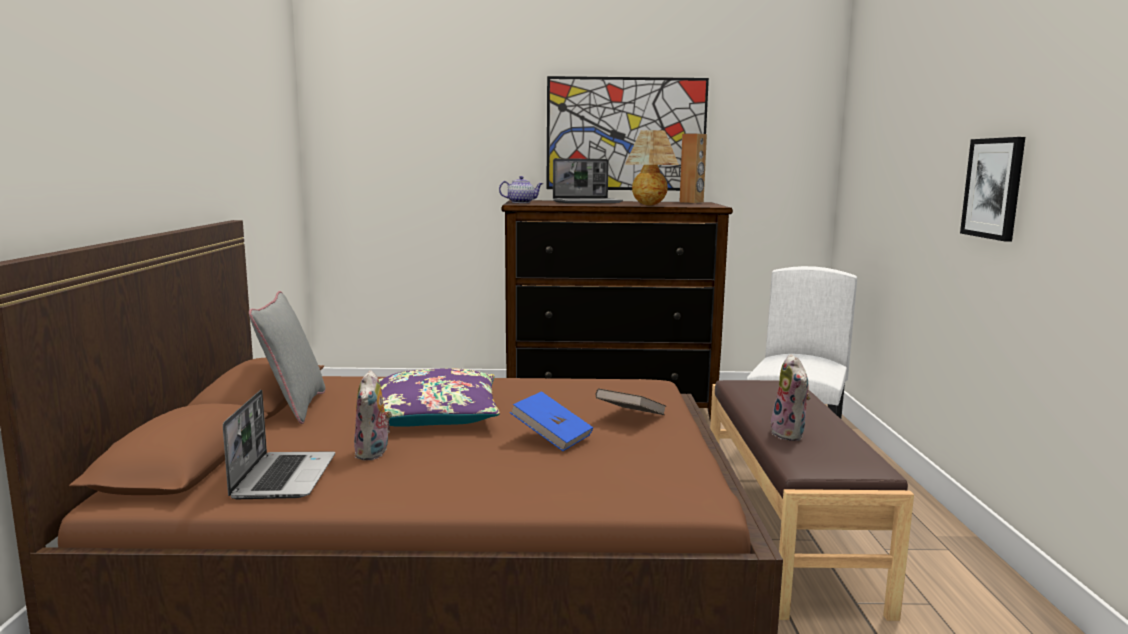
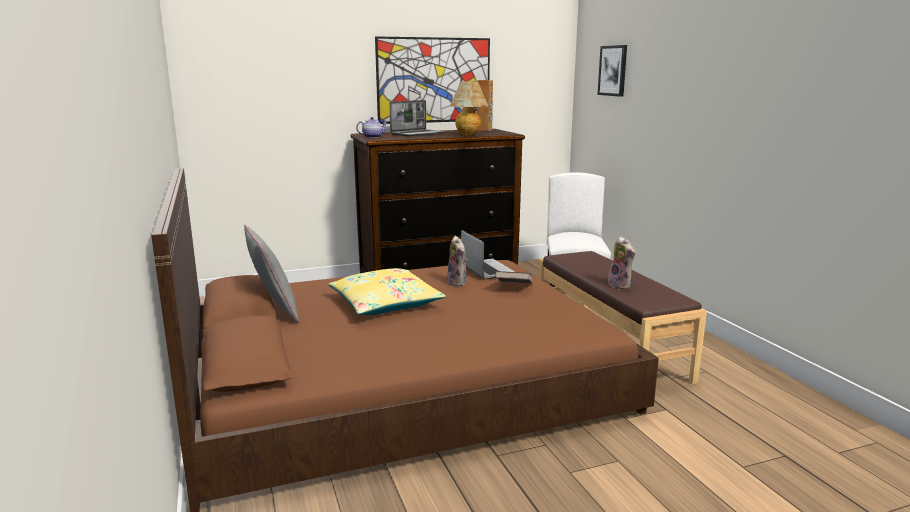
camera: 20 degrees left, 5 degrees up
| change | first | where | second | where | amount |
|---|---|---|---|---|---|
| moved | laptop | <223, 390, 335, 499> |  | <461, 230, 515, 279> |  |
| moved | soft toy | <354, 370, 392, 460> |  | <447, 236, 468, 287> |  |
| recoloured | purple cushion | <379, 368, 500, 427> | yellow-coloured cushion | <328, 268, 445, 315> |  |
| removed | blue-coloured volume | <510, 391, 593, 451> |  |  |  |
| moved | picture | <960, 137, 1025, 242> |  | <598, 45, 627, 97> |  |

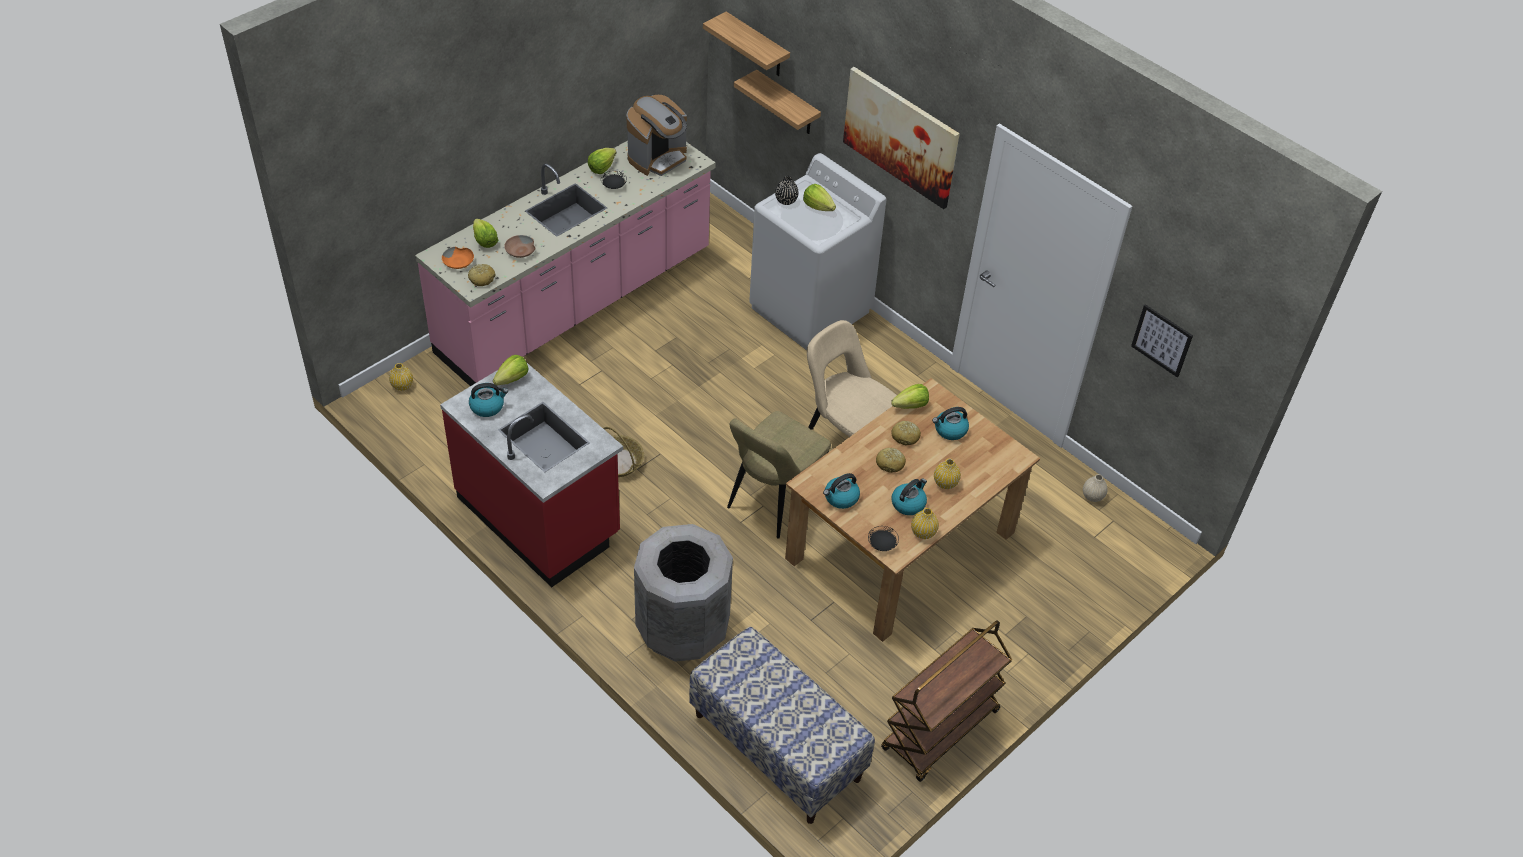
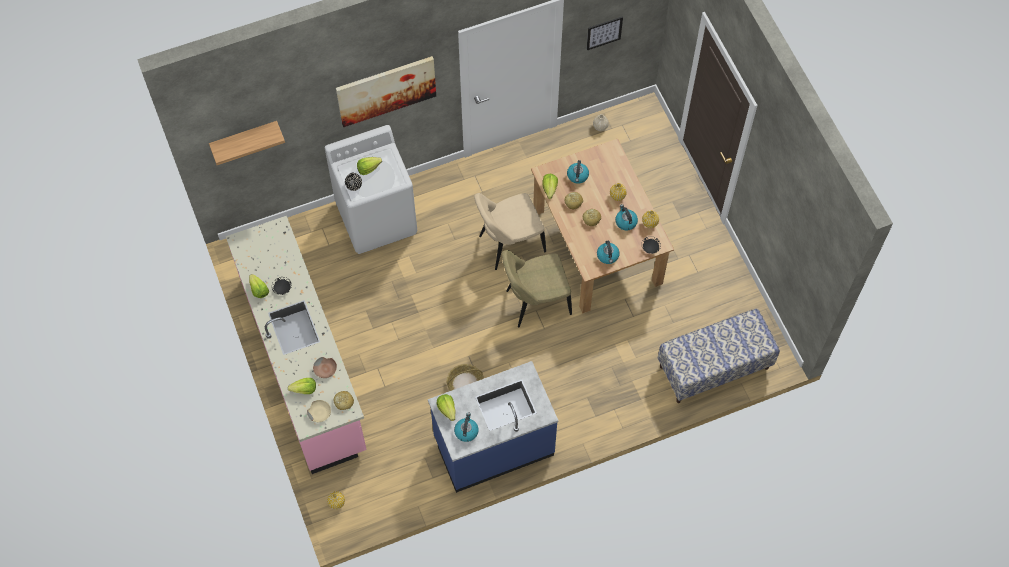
camera: 65 degrees left, 15 degrees up
| change | first | where | second | where | amount |
|---|---|---|---|---|---|
| recoloured | red-coloured kitchen counter | <440, 363, 623, 587> | blue-coloured kitchen counter | <428, 361, 559, 493> |  |
| recoloured | orangey bowl | <442, 247, 474, 269> | beige-coloured bowl | <307, 400, 331, 422> |  |
| removed | coffee brewer | <626, 95, 687, 176> |  |  |  |
| removed | greyish rubbish bin | <634, 524, 733, 662> |  |  |  |
| turned | beige-coloured chair | <727, 411, 831, 539> |  | <502, 250, 572, 328> | 105 degrees clockwise |
| removed | bracket shelf | <734, 70, 821, 134> |  |  |  |
| removed | brown trolley | <881, 620, 1012, 782> |  |  |  |

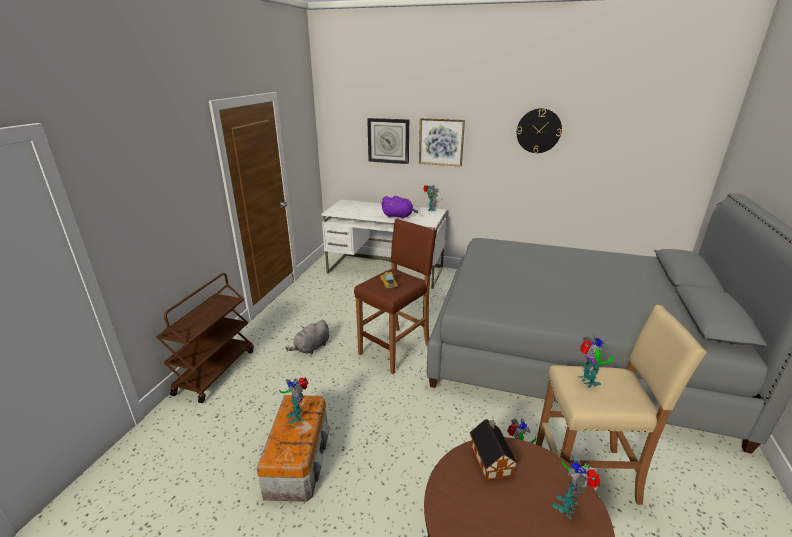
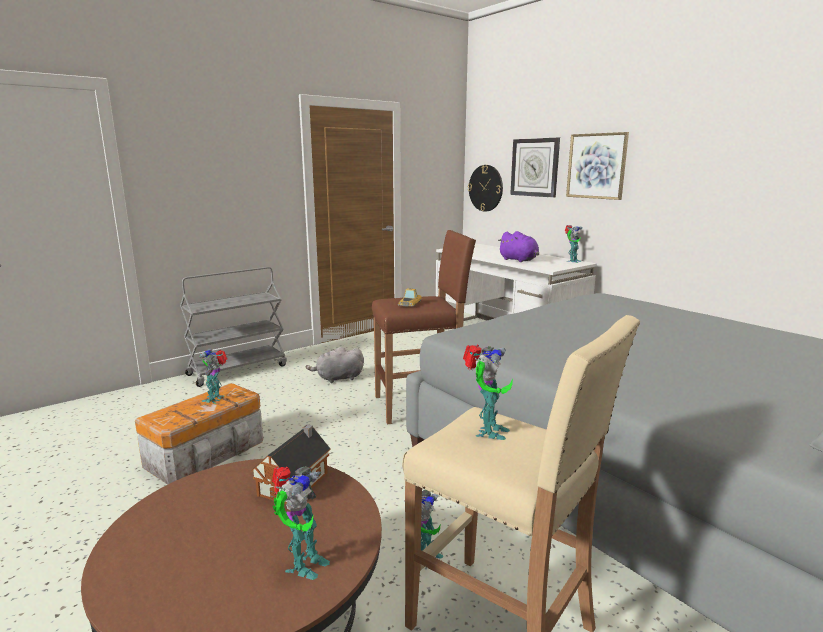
camera: 35 degrees right, 10 degrees down
| change | first | where | second | where | amount |
|---|---|---|---|---|---|
| recoloured | brown trolley | <156, 273, 254, 403> | greyish trolley | <180, 267, 287, 387> |  |
| moved | hanging clock | <517, 108, 562, 153> |  | <468, 165, 503, 212> |  |
| turned | model robot | <552, 456, 600, 519> |  | <272, 466, 330, 580> | 135 degrees clockwise |

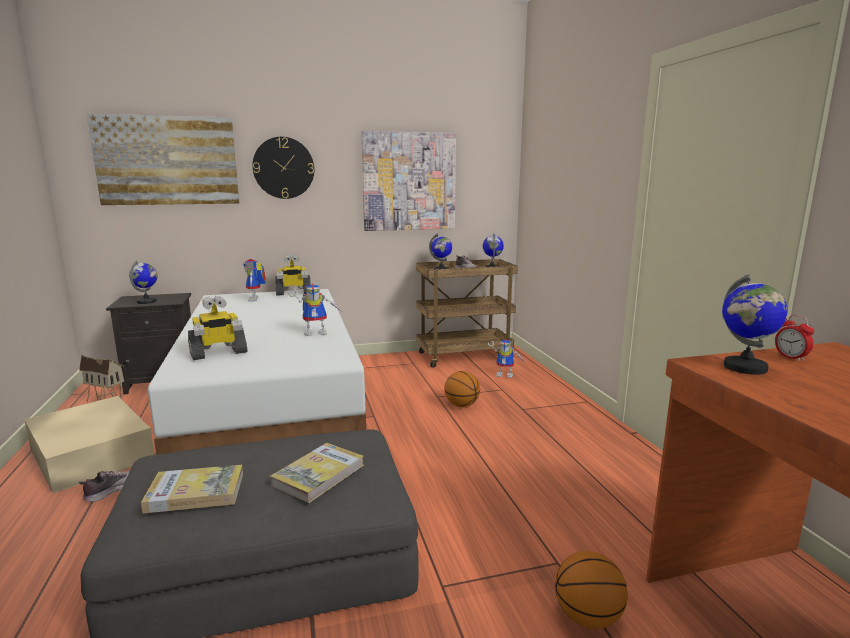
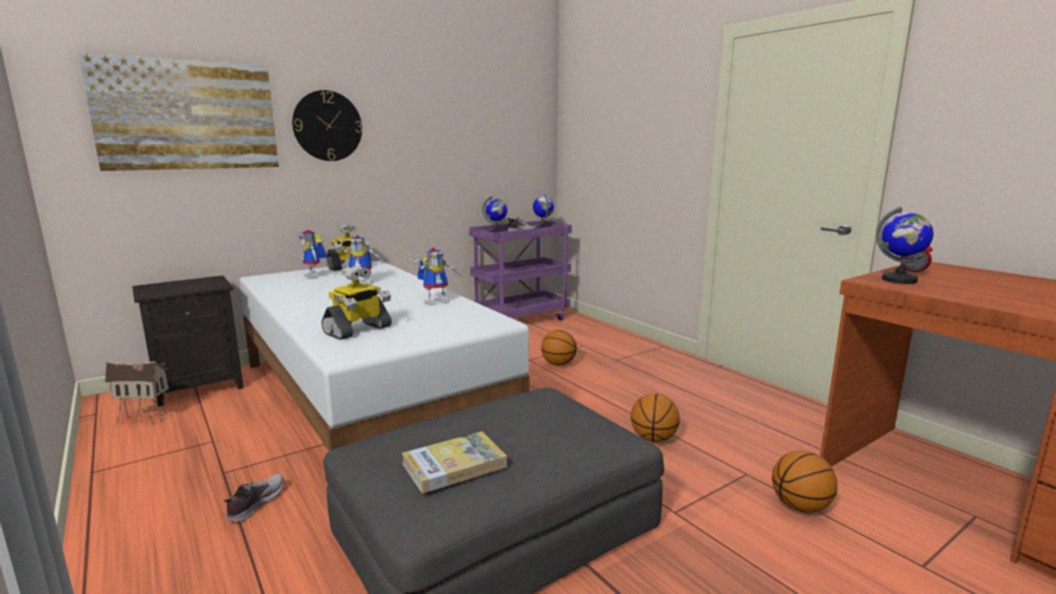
camera: 20 degrees left, 0 degrees up
| change | first | where | second | where | amount |
|---|---|---|---|---|---|
| removed | beige-coloured storage bin | <24, 396, 154, 493> |  |  |  |
| removed | desk globe | <129, 261, 158, 304> |  |  |  |
| removed | volume | <270, 443, 364, 503> |  |  |  |
| removed | picture | <361, 131, 456, 231> |  |  |  |
| recoloured | brown trolley | <416, 259, 518, 368> | purple trolley | <469, 220, 572, 321> |  |
| moved | model robot | <488, 339, 527, 378> |  | <334, 235, 385, 285> |  |
| added |  |  | ball for basketball | <631, 393, 680, 442> |  |

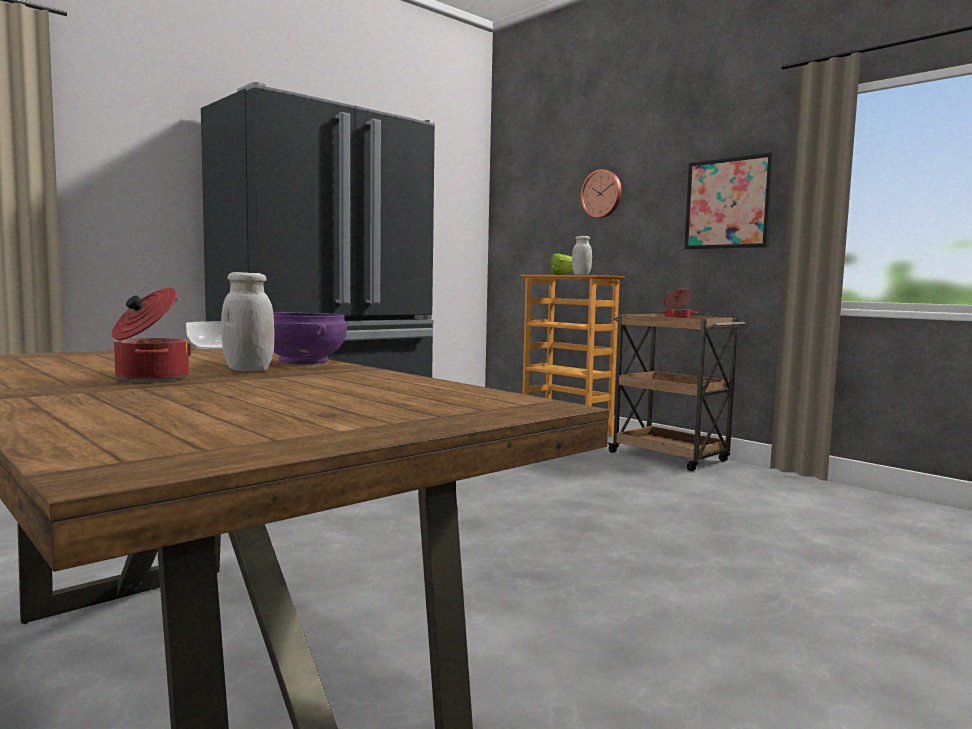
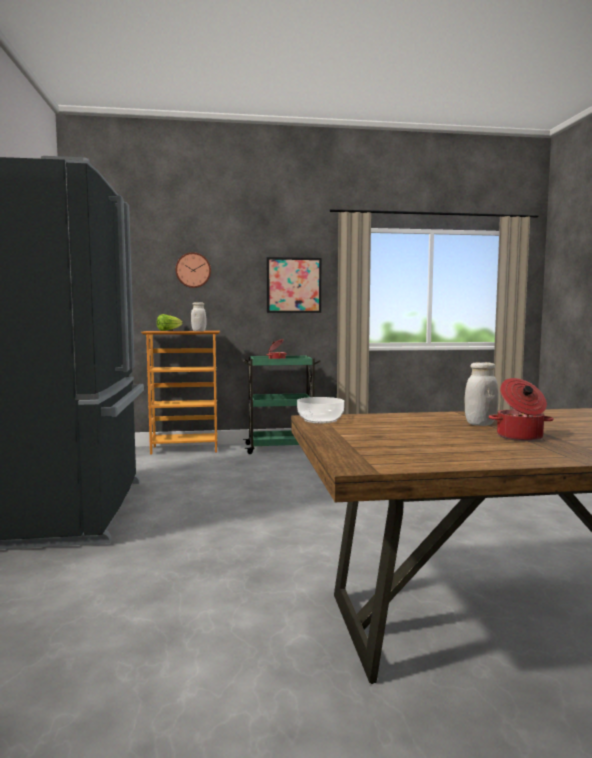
camera: 55 degrees left, 0 degrees up
| change | first | where | second | where | amount |
|---|---|---|---|---|---|
| removed | purple bowl | <273, 312, 347, 364> |  |  |  |
| recoloured | brown trolley | <607, 314, 745, 471> | green trolley | <242, 355, 321, 454> |  |

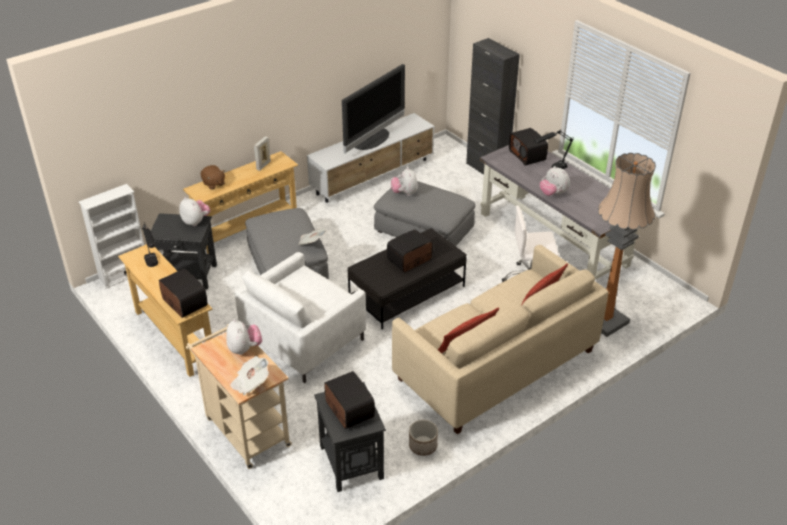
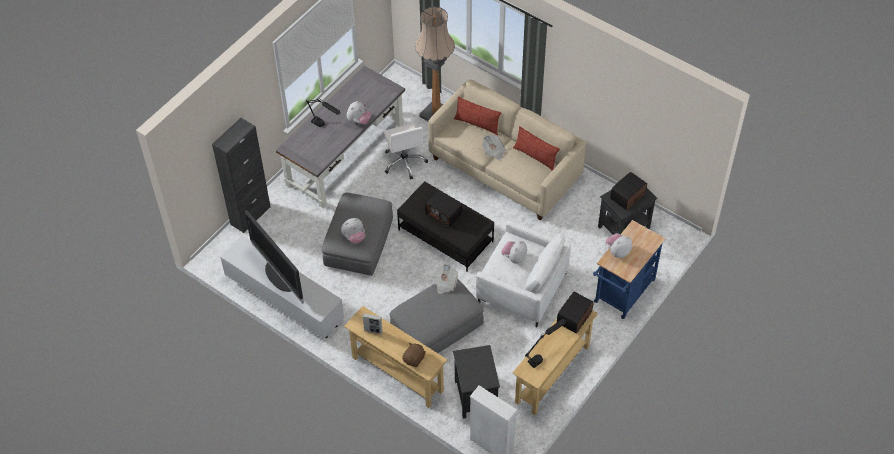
camera: 105 degrees left, 15 degrees up
| change | first | where | second | where | amount |
|---|---|---|---|---|---|
| moved | soft toy | <179, 197, 210, 226> |  | <501, 241, 527, 264> |  |
| recoloured | beige-coloured trolley | <186, 324, 292, 469> | blue-coloured trolley | <593, 220, 666, 319> |  |
| moved | newspaper | <230, 356, 269, 396> |  | <482, 135, 506, 161> |  |
| turned | TV | <342, 64, 405, 154> |  | <244, 210, 304, 304> | 150 degrees counterclockwise |
| removed | flower pot | <409, 420, 438, 456> |  |  |  |
| removed | radio set | <509, 128, 548, 166> |  |  |  |

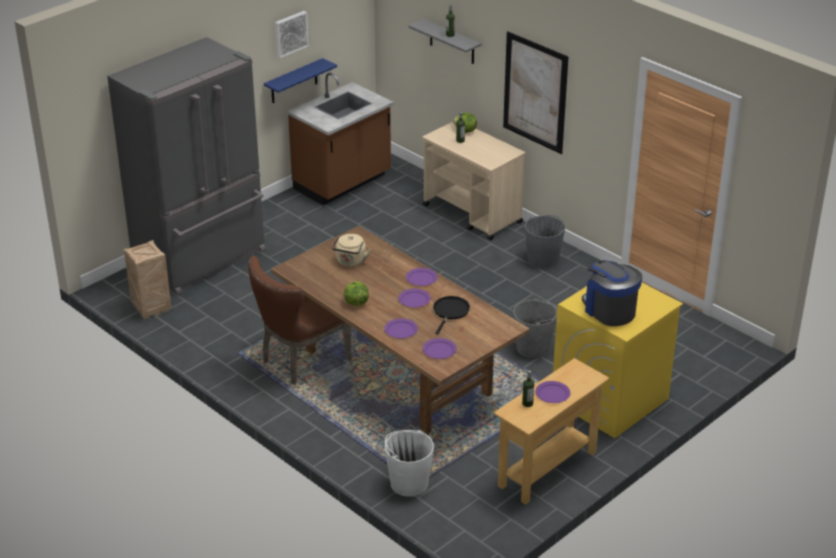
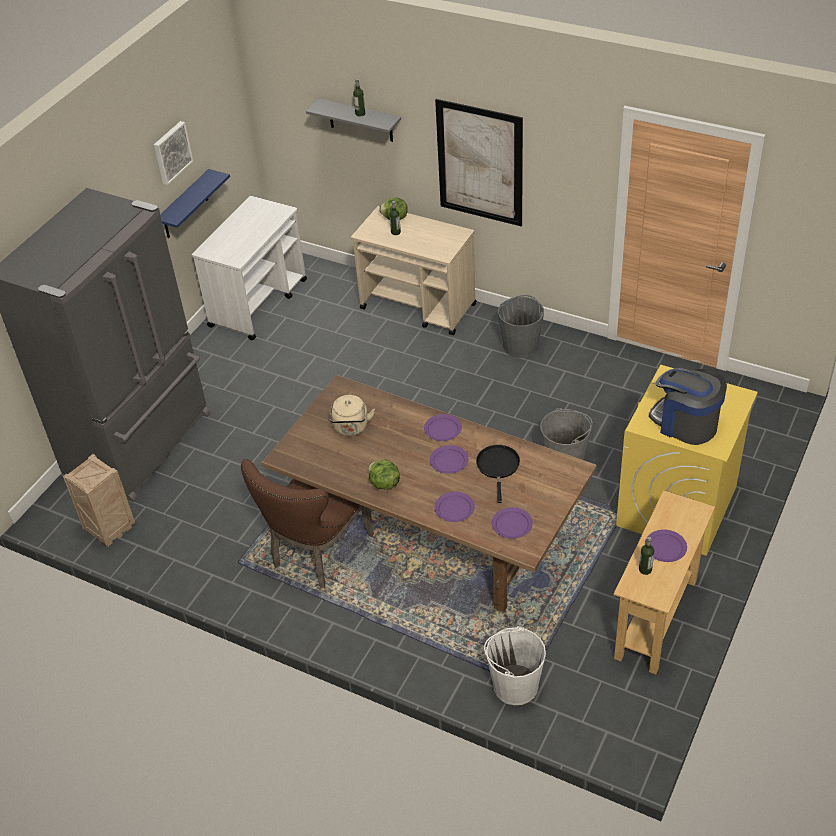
camera: 15 degrees left, 10 degrees up
| change | first | where | second | where | amount |
|---|---|---|---|---|---|
| replaced | brown kitchen counter | <287, 73, 394, 205> | white-coloured trolley | <192, 196, 307, 340> |  |

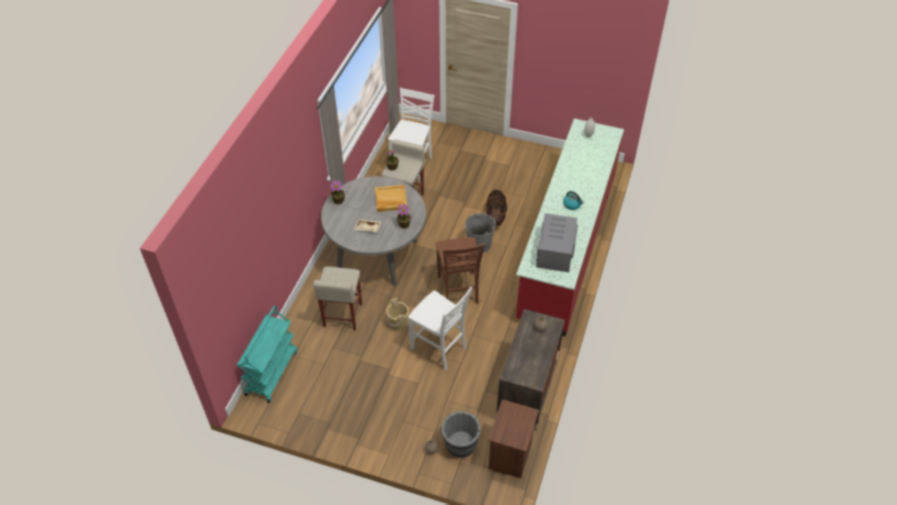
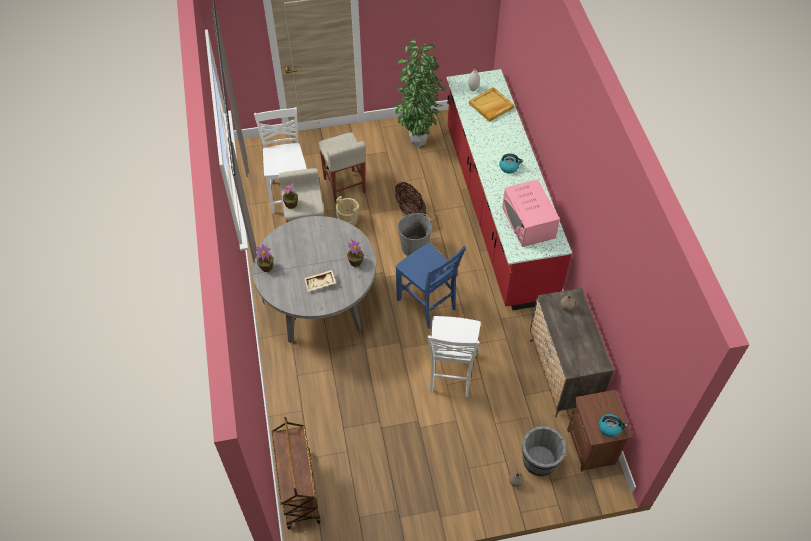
camera: 30 degrees left, 5 degrees up
| change | first | where | second | where | amount |
|---|---|---|---|---|---|
| recoloured | turquoise-coloured trolley | <237, 306, 297, 403> | brown trolley | <272, 417, 321, 530> |  |
| moved | beige-coloured sitting stool | <313, 267, 362, 330> |  | <318, 132, 366, 202> |  |
| moved | beige-coloured tray | <375, 185, 407, 212> |  | <469, 87, 514, 122> |  |
| moved | beige-coloured water bucket | <386, 298, 409, 330> |  | <336, 196, 359, 226> |  |
| turned | white-coloured chair | <408, 287, 472, 370> |  | <428, 316, 481, 397> | 90 degrees clockwise |
| recoloured | brown chair | <436, 237, 485, 304> | blue-coloured chair | <396, 243, 466, 329> |  |
| recoloured | greyish microwave oven | <536, 213, 578, 272> | pink-coloured microwave oven | <502, 179, 560, 247> |  |
| added |  |  | plant in a pot | <395, 40, 446, 147> |  |
| added |  |  | water kettle | <598, 414, 628, 437> |  |

